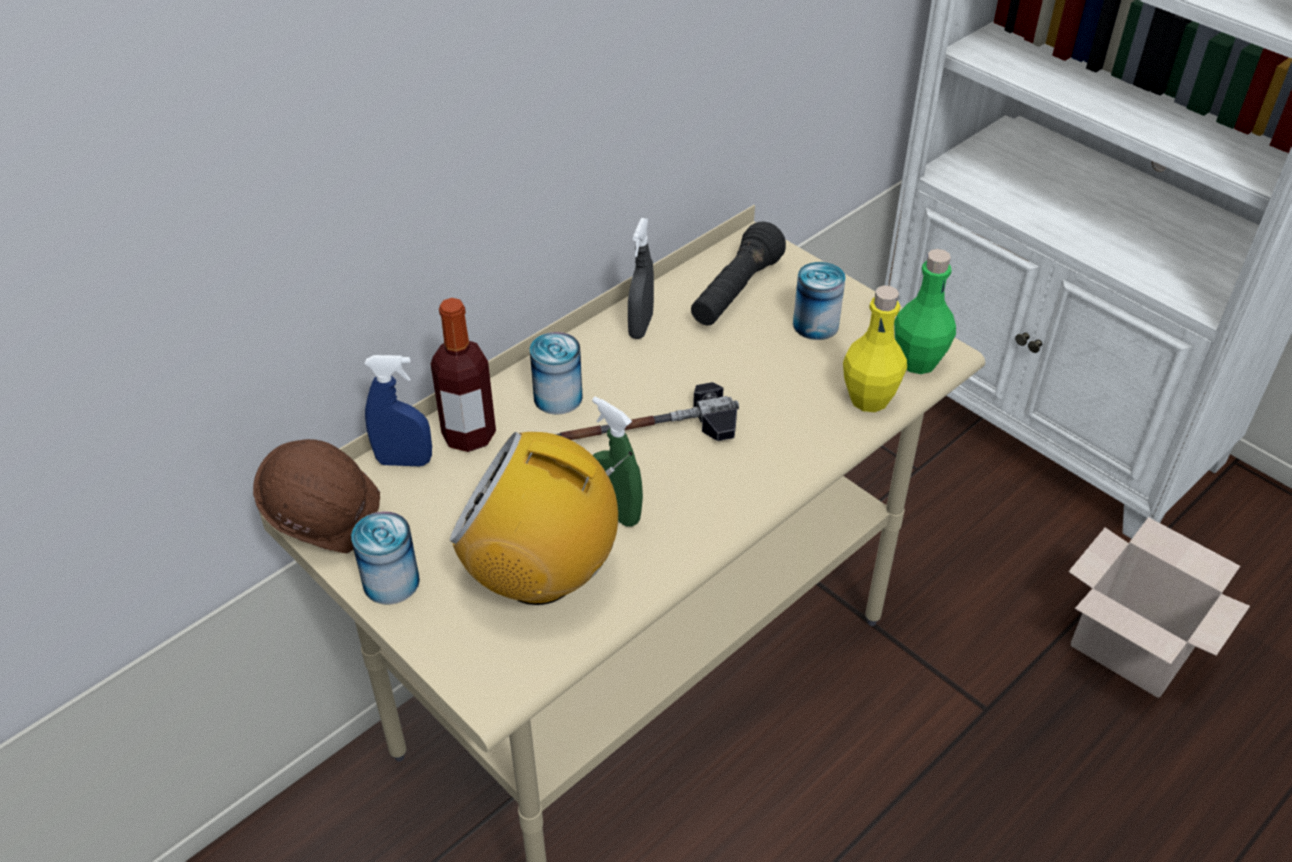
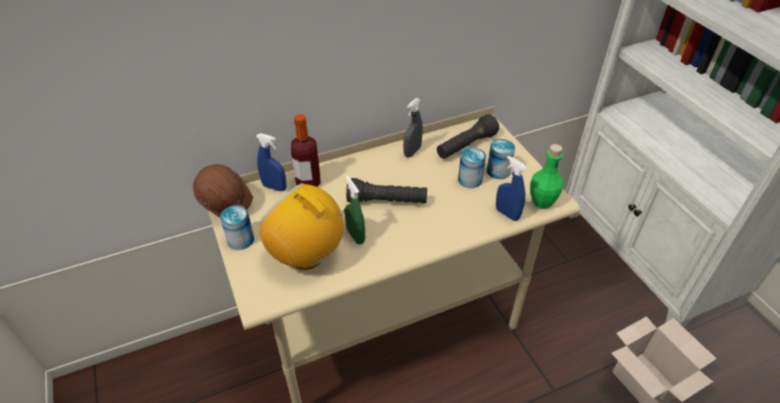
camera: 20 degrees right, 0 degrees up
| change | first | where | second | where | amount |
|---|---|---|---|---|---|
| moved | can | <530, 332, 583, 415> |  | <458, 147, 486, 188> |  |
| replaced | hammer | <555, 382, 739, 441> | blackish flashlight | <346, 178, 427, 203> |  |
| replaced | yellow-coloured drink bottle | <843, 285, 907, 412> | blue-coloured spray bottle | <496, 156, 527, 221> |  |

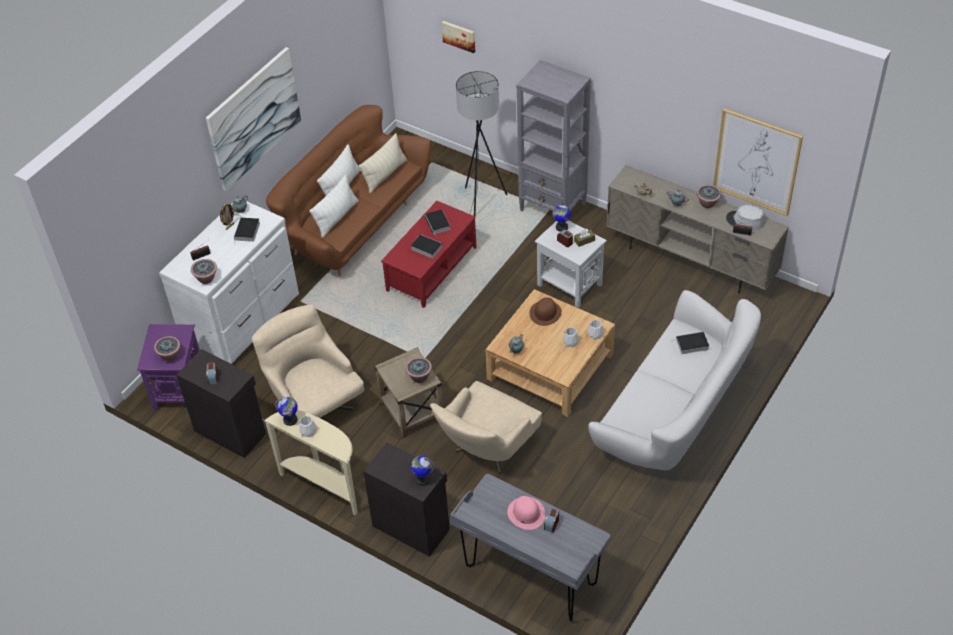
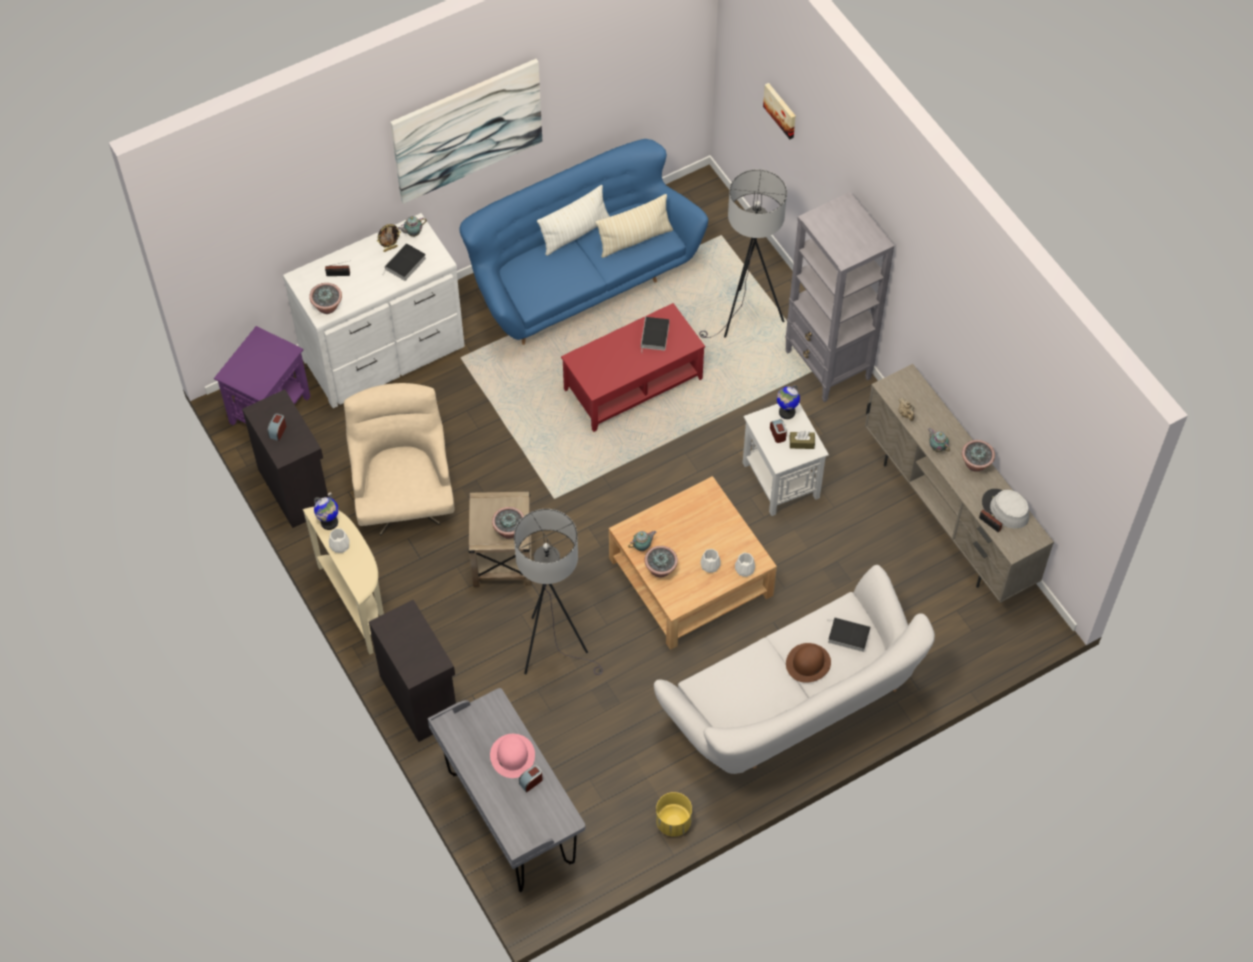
camera: 25 degrees right, 10 degrees up
| change | first | where | second | where | amount |
|---|---|---|---|---|---|
| moved | plant in a pot | <154, 336, 180, 361> |  | <644, 546, 678, 577> |  |
| recoloured | brown settee | <266, 105, 431, 276> | blue-coloured settee | <459, 139, 708, 345> |  |
| removed | white-coloured cushion | <309, 175, 359, 238> |  |  |  |
| removed | volume | <410, 234, 443, 258> |  |  |  |
| removed | desk globe | <411, 456, 435, 486> |  |  |  |
| replaced | beige-coloured easy chair | <430, 381, 542, 474> | greyish standing lamp | <514, 509, 603, 675> |  |
| moved | brown clothing hat | <530, 297, 562, 326> |  | <786, 643, 831, 683> |  |
| removed | picture | <713, 109, 803, 216> |  |  |  |
| added |  |  | yellow-coloured flower pot | <656, 792, 692, 837> |  |

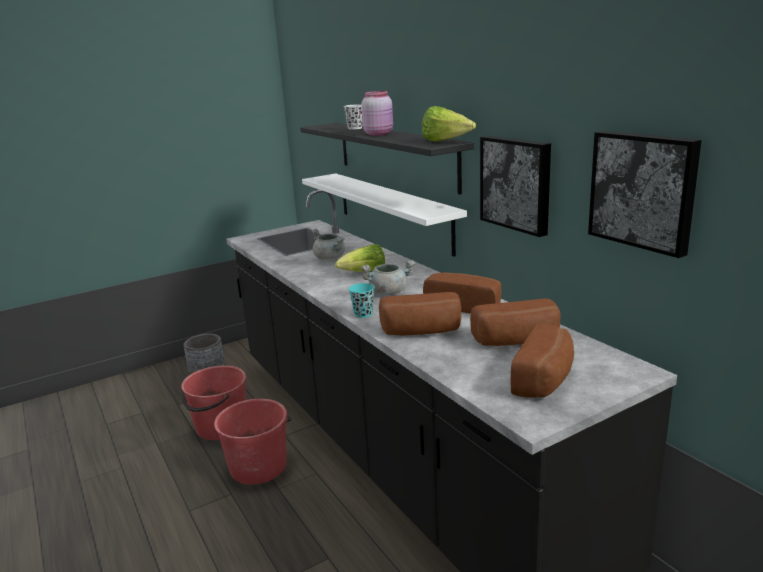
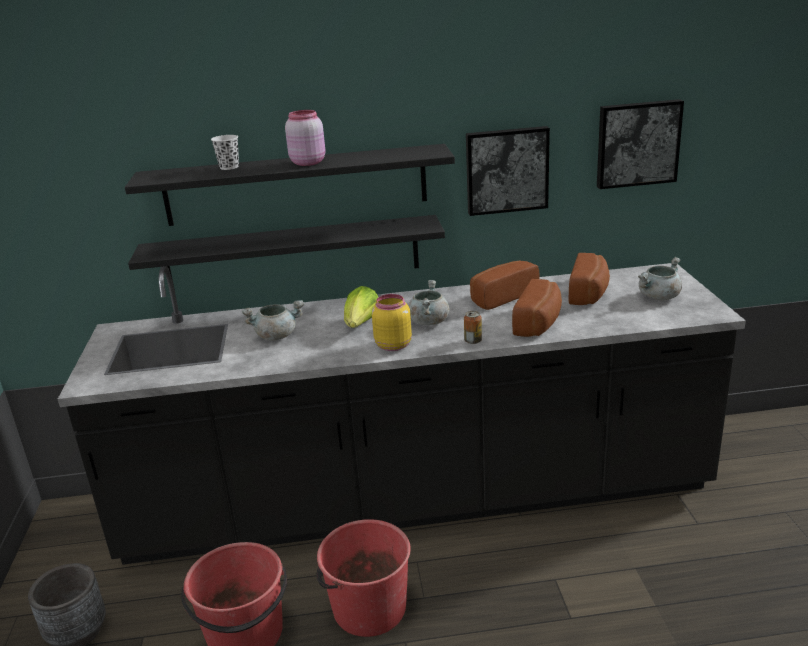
camera: 65 degrees left, 5 degrees up
| change | first | where | second | where | amount |
|---|---|---|---|---|---|
| recoloured | white-coloured bracket shelf | <302, 173, 467, 257> | blackish bracket shelf | <128, 215, 445, 290> |  |
| replaced | turquoise-coloured small cup | <349, 283, 375, 318> | can | <464, 311, 482, 344> |  |
| removed | head of lettuce | <422, 106, 476, 142> |  |  |  |
| replaced | bread | <511, 323, 574, 398> | greyish stockpot | <638, 257, 682, 300> |  |
| added |  |  | yellow-coloured preserve jar | <372, 294, 412, 351> |  |

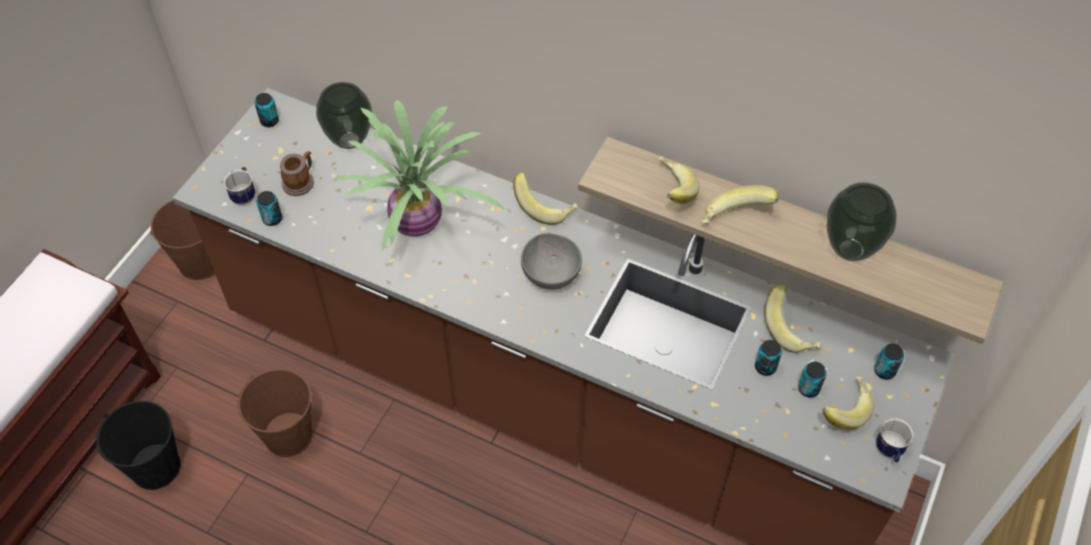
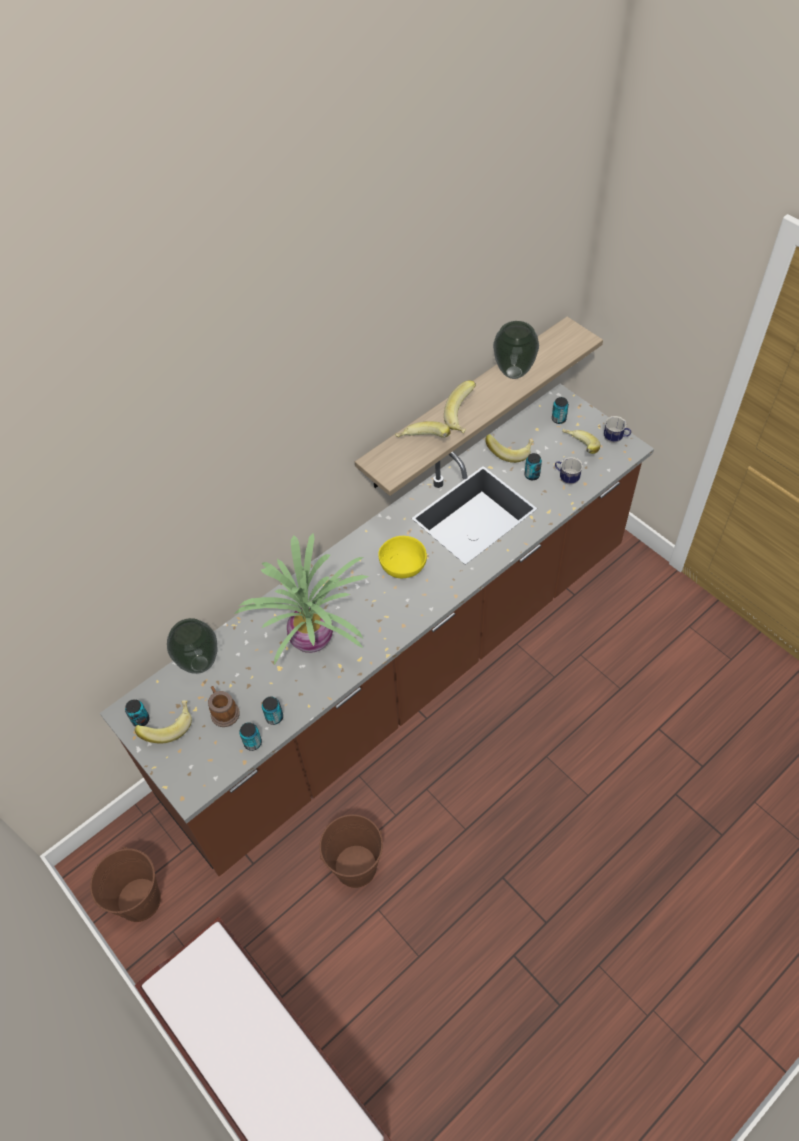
camera: 65 degrees left, 0 degrees up
| change | first | where | second | where | amount |
|---|---|---|---|---|---|
| removed | blackish water bucket | <96, 401, 181, 490> |  |  |  |
| moved | mug | <223, 167, 255, 205> |  | <555, 457, 583, 485> |  |
| moved | banana | <513, 172, 578, 225> |  | <135, 700, 192, 744> |  |
| recoloured | greyish bowl | <521, 233, 582, 290> | yellow-coloured bowl | <378, 536, 427, 578> |  |
| moved | can | <798, 362, 826, 398> |  | <262, 697, 283, 725> |  |

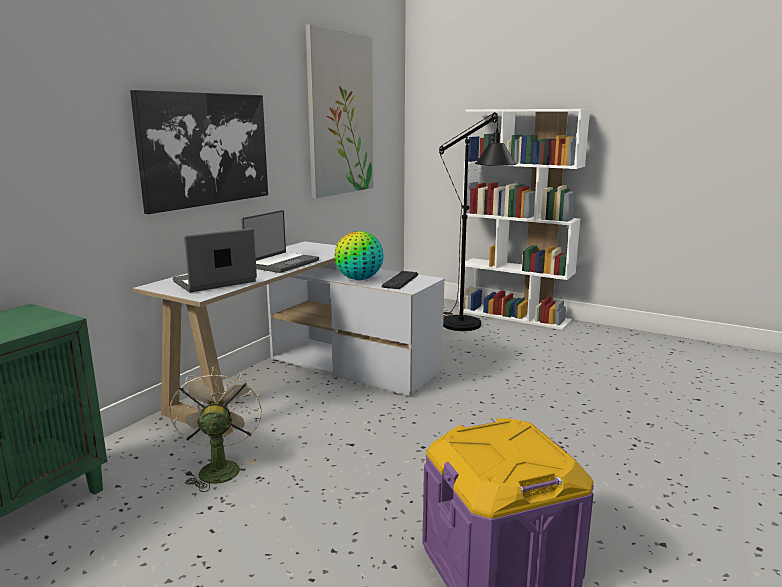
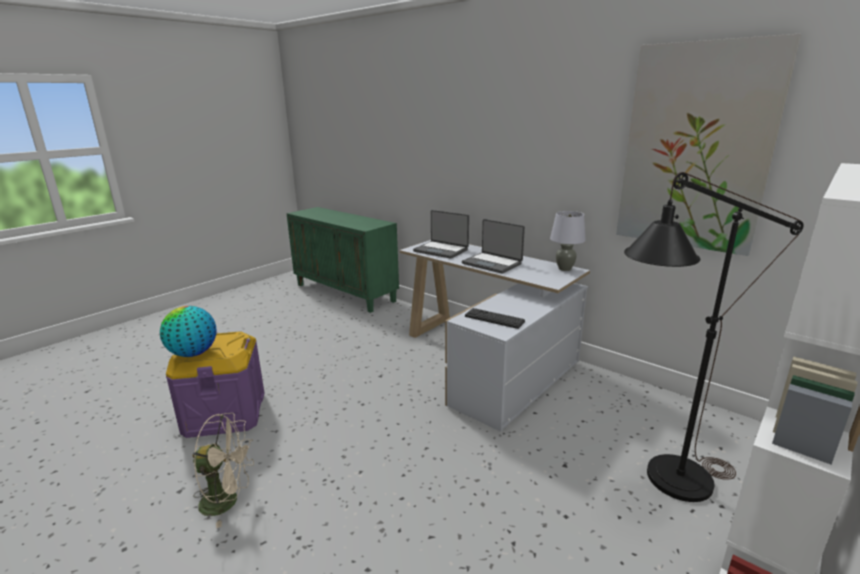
camera: 100 degrees right, 5 degrees up
| change | first | where | second | where | amount |
|---|---|---|---|---|---|
| removed | picture | <130, 90, 268, 214> |  |  |  |
| moved | beige-coloured electric fan | <169, 367, 262, 492> |  | <192, 413, 254, 528> |  |
| turned | laptop | <173, 228, 257, 292> |  | <413, 210, 469, 259> | 150 degrees clockwise |
| moved | desk globe | <334, 231, 384, 280> |  | <160, 306, 217, 357> |  |
| added |  |  | greyish table lamp | <550, 211, 586, 271> |  |

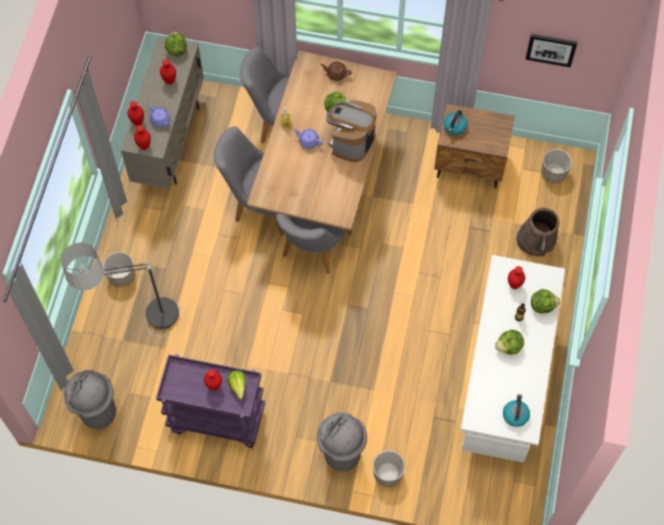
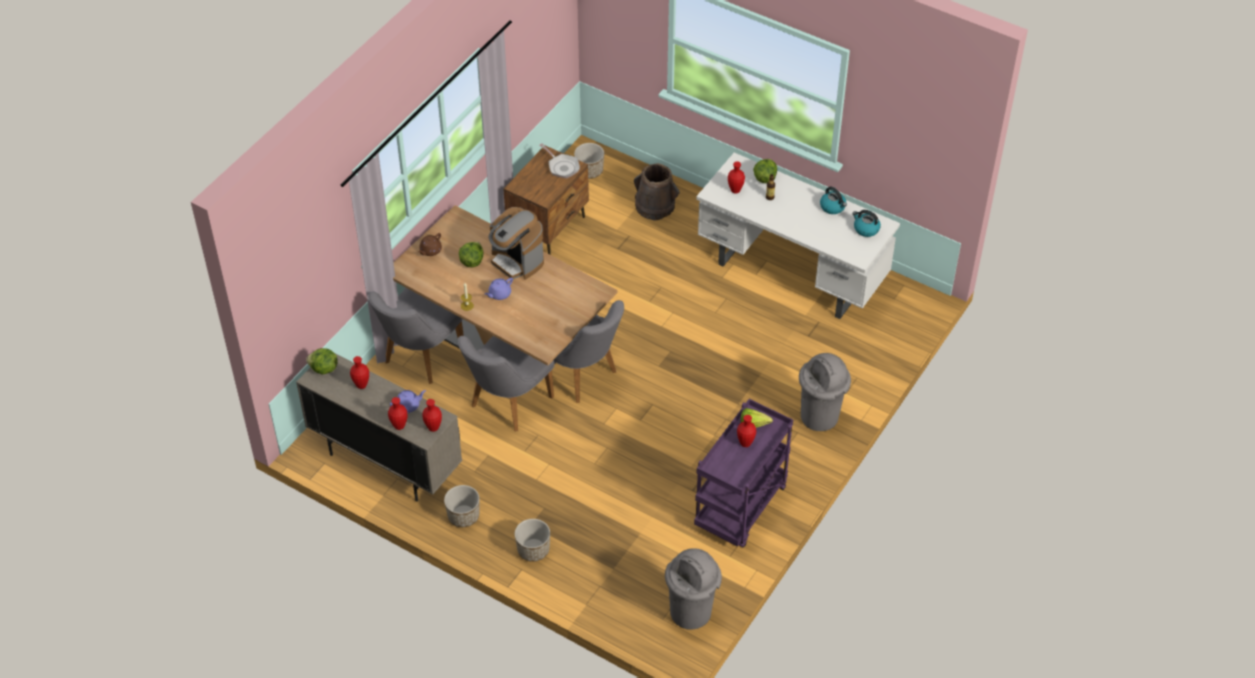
camera: 70 degrees left, 15 degrees down
| change | first | where | second | where | amount |
|---|---|---|---|---|---|
| removed | standing lamp | <61, 242, 182, 337> |  |  |  |
| moved | flower pot | <373, 450, 405, 487> |  | <444, 485, 480, 527> |  |
| moved | water kettle | <443, 110, 468, 135> |  | <820, 187, 847, 214> |  |
| removed | head of lettuce | <495, 330, 524, 355> |  |  |  |
| removed | picture | <525, 34, 577, 67> |  |  |  |
| added |  |  | pan | <539, 143, 580, 179> |  |

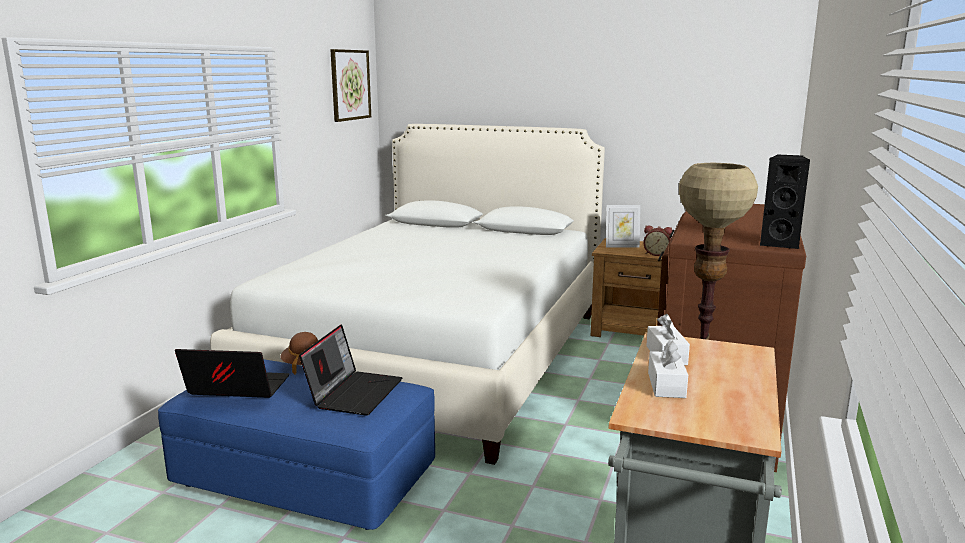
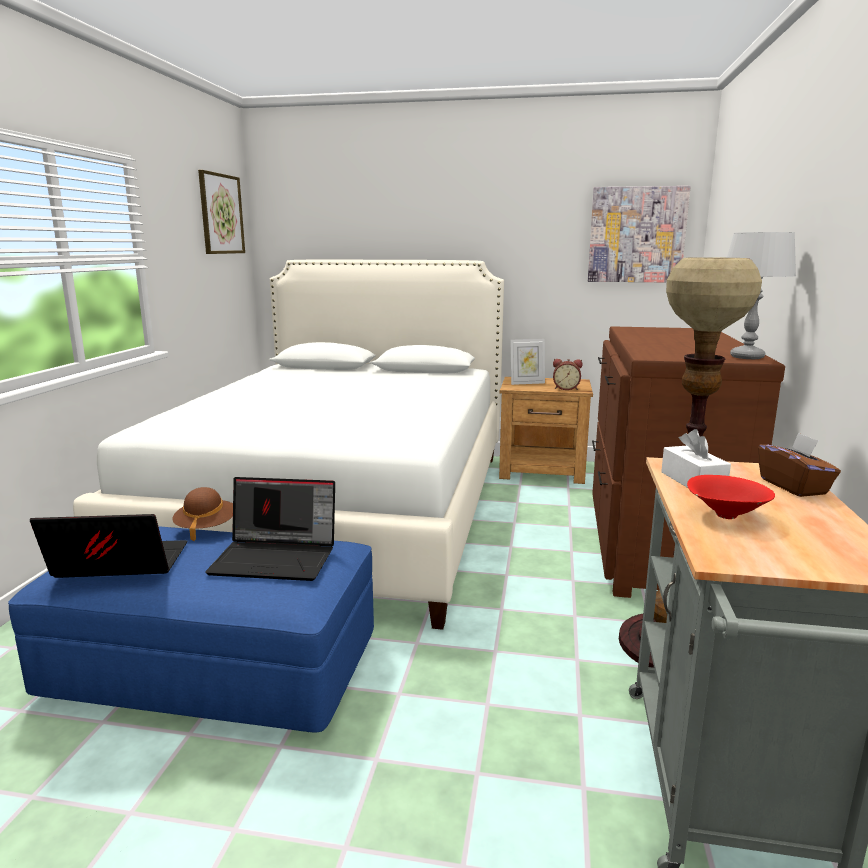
camera: 10 degrees left, 0 degrees up
| change | first | where | second | where | amount |
|---|---|---|---|---|---|
| turned | laptop | <299, 324, 402, 415> |  | <205, 477, 335, 581> | 90 degrees clockwise |
| replaced | white-coloured tissue box | <648, 340, 688, 398> | red-coloured bowl | <687, 475, 775, 519> |  |
| replaced | blackish speaker | <760, 154, 810, 249> | greyish table lamp | <727, 232, 796, 359> |  |
| added |  |  | picture | <588, 186, 691, 282> |  |
| added |  |  | brown tissue box | <758, 432, 841, 497> |  |

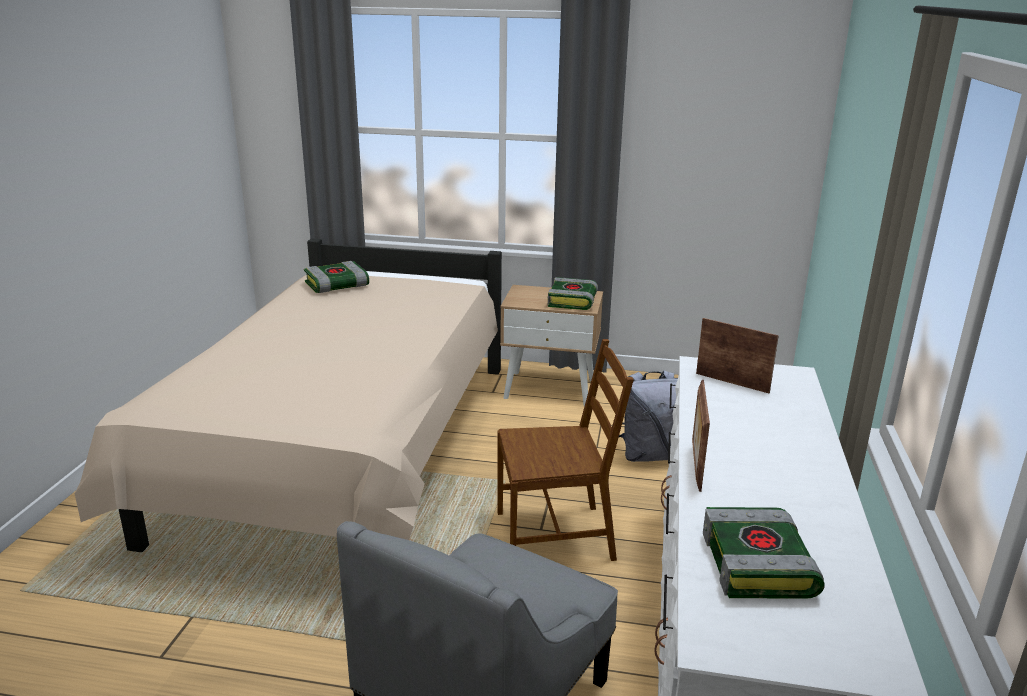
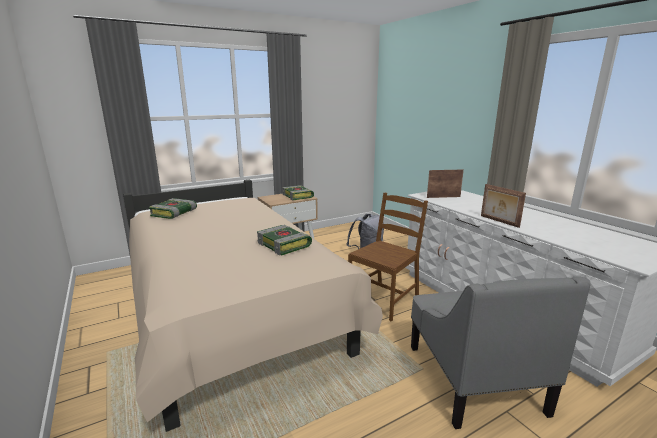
camera: 40 degrees left, 5 degrees down
| change | first | where | second | where | amount |
|---|---|---|---|---|---|
| moved | volume | <703, 507, 825, 599> |  | <257, 225, 312, 255> |  |

